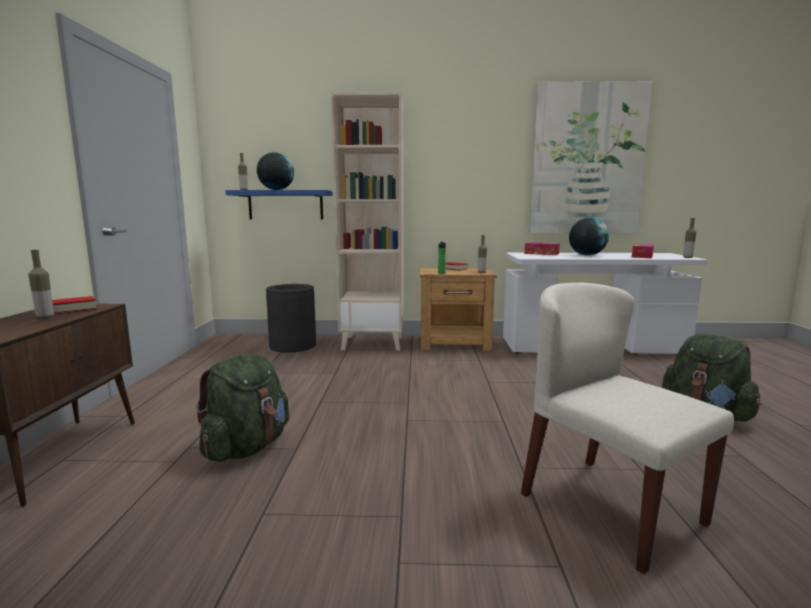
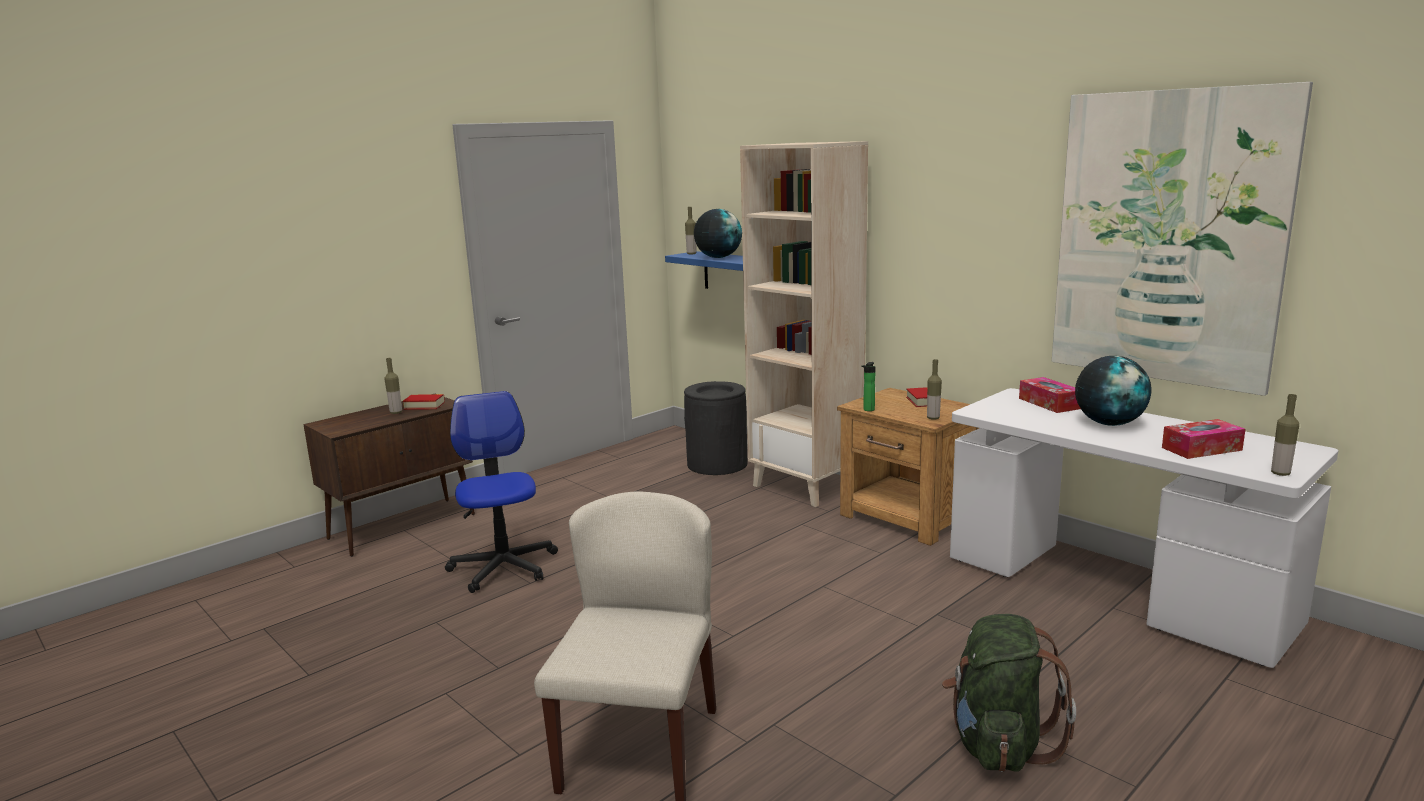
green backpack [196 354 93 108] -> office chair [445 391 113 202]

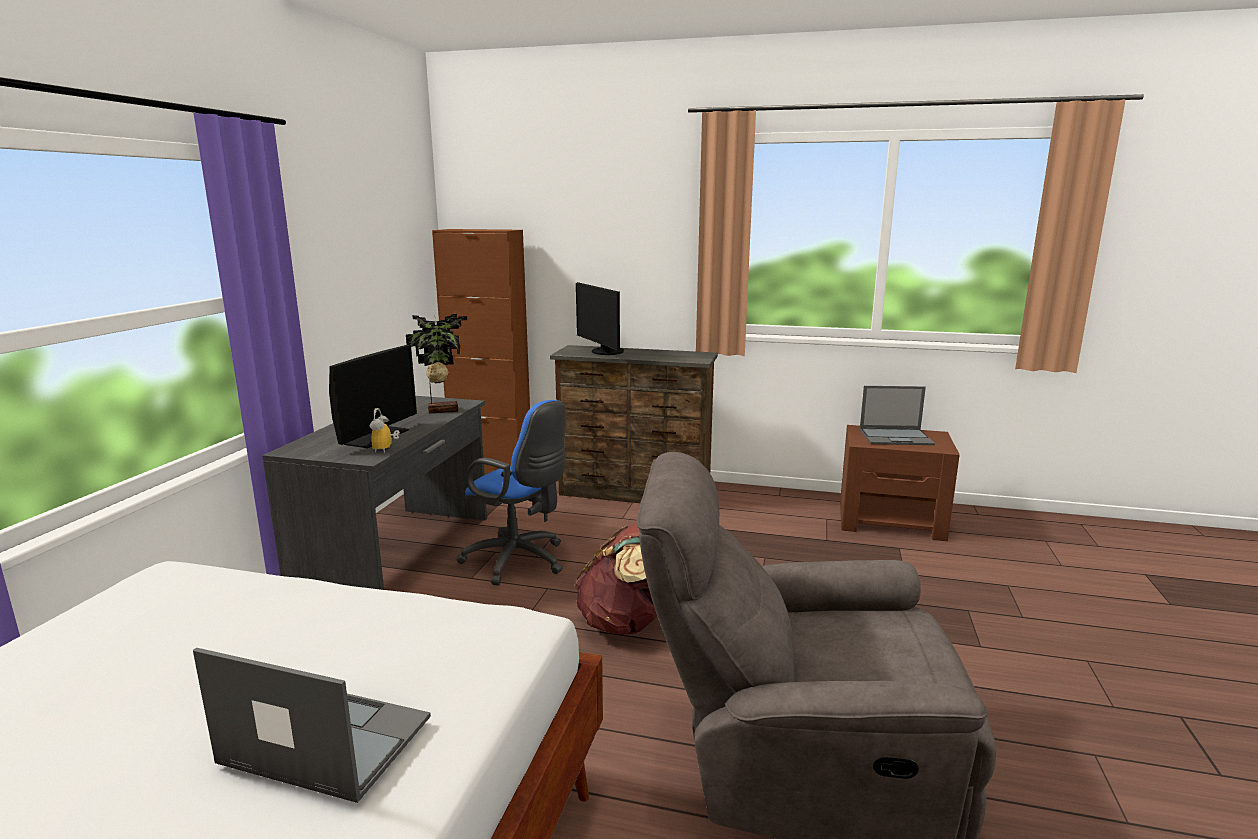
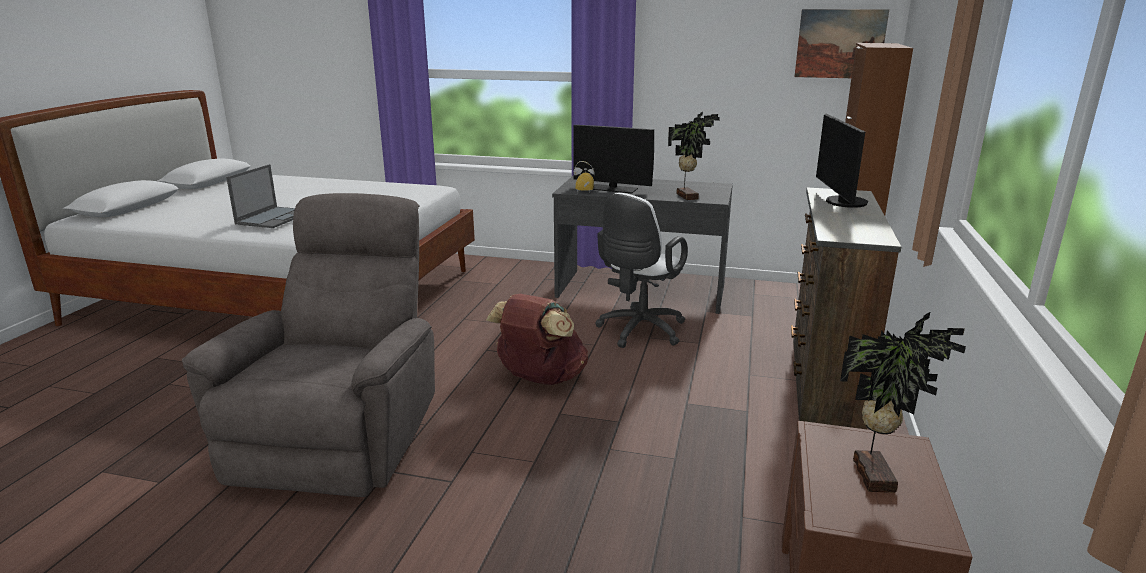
blue office chair [457 400 109 186] -> white office chair [595 193 93 155]
none -> picture [794 9 95 69]
monitor [576 282 48 73] -> monitor [816 114 52 94], 60 degrees counterclockwise
laptop [860 386 75 59] -> potted plant [840 312 126 181]

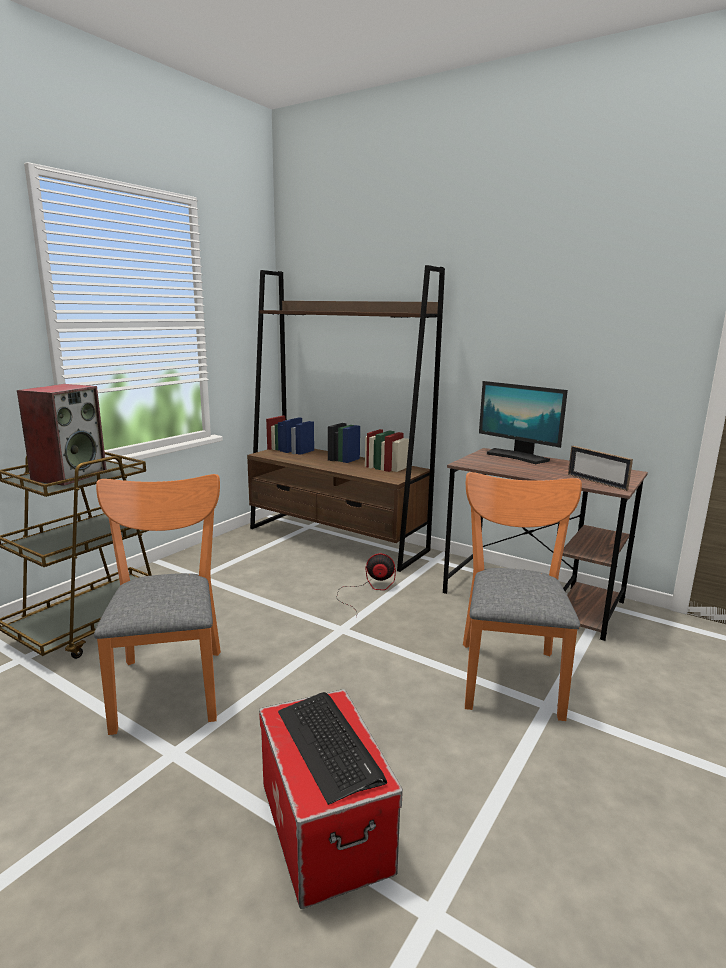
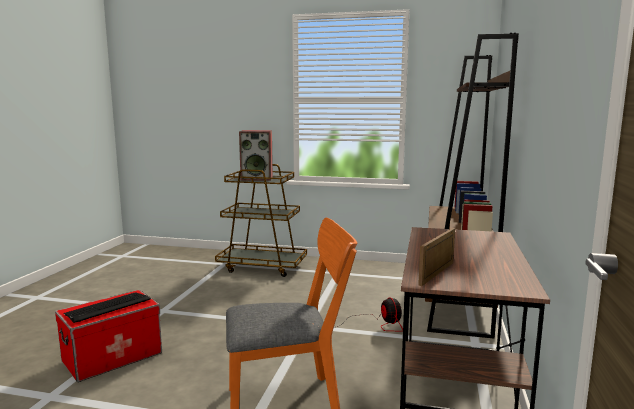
orange chair [94 474 127 261] -> none
monitor [479 381 89 83] -> none

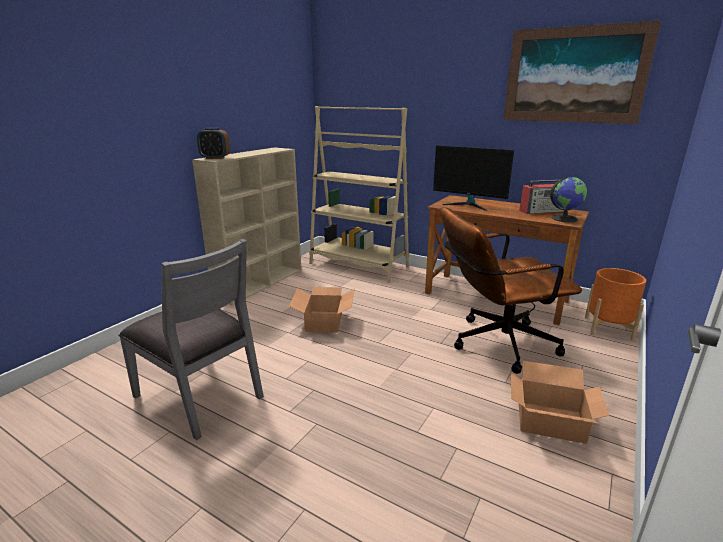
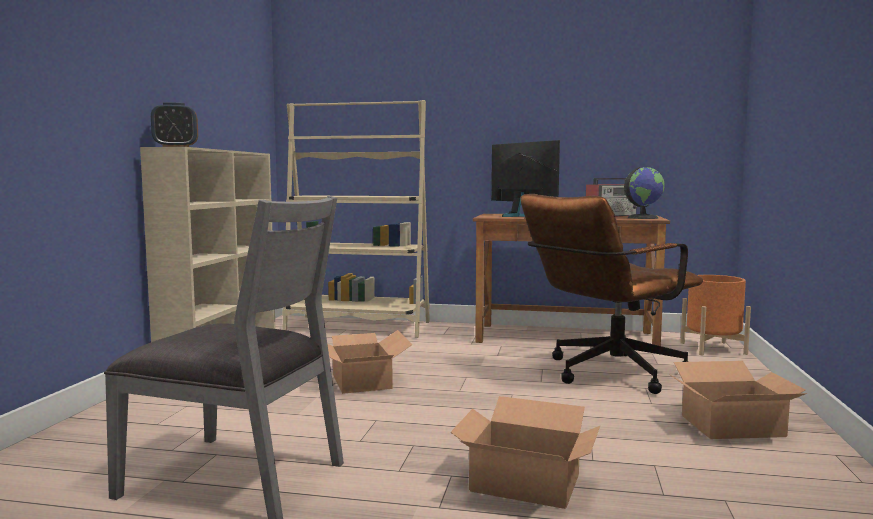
none -> cardboard box [450 396 150 113]
monitor [433 145 81 66] -> monitor [491 140 69 77], 135 degrees counterclockwise
picture [504 20 157 104] -> none

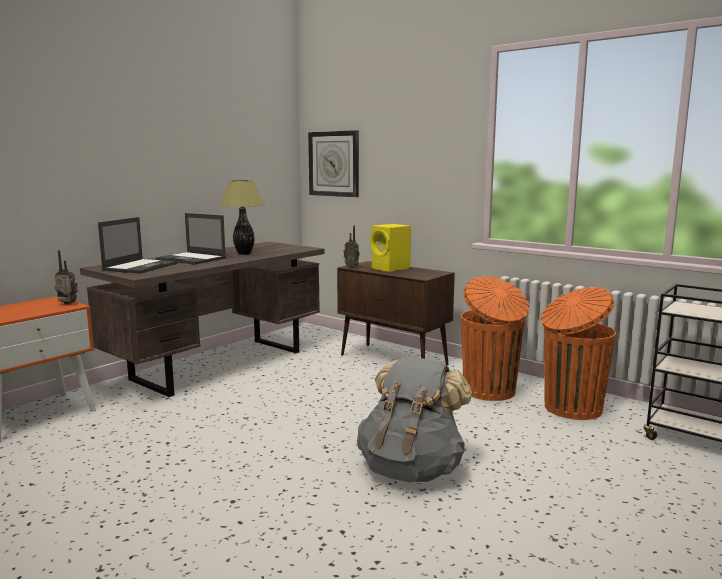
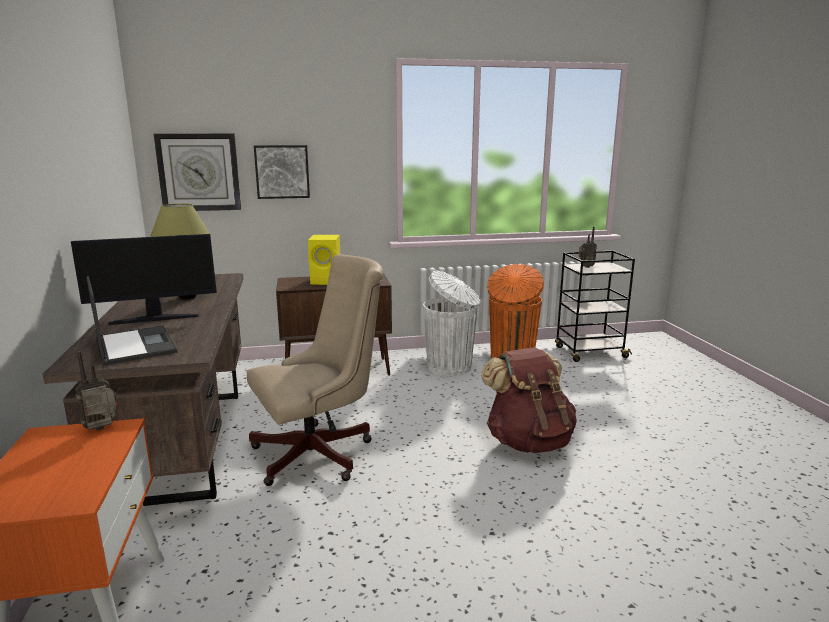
laptop [156 213 70 52] -> monitor [71 234 146 91]
none -> beige office chair [247 254 136 232]
none -> picture [254 145 56 54]
orange trash can [461 276 68 125] -> white trash can [423 271 57 105]
grey backpack [357 356 115 127] -> brown backpack [481 347 96 106]
radio [343 225 17 43] -> radio [579 226 18 42], shifted

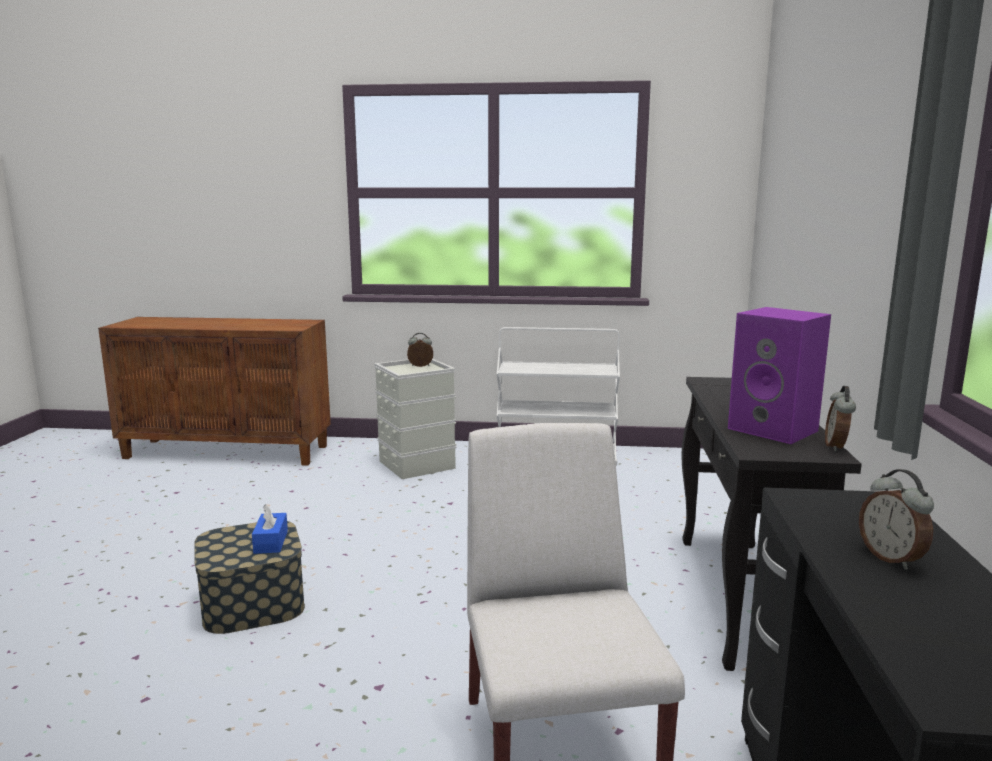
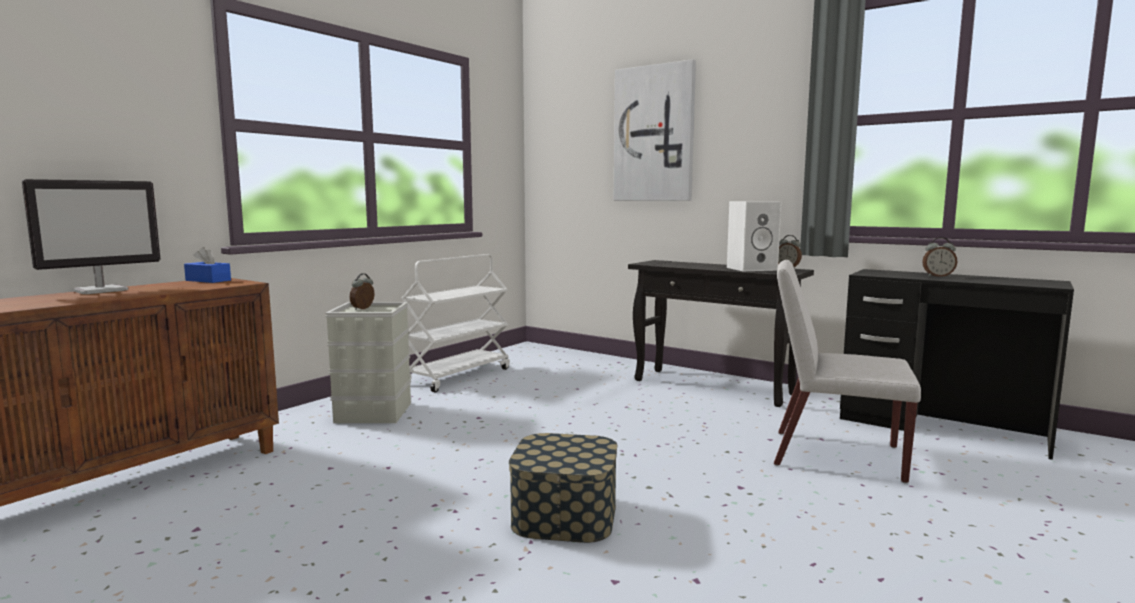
none -> monitor [22 179 139 115]
blue tissue box [252 504 36 50] -> blue tissue box [184 247 47 36], shifted
none -> picture [614 59 82 142]
purple speaker [728 307 103 137] -> white speaker [727 201 55 70]

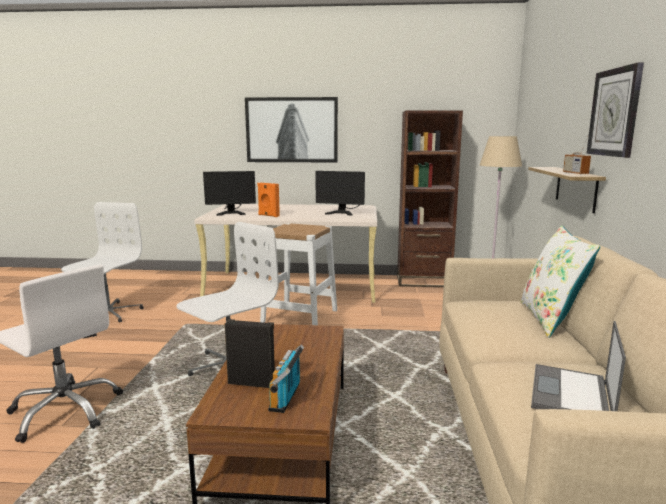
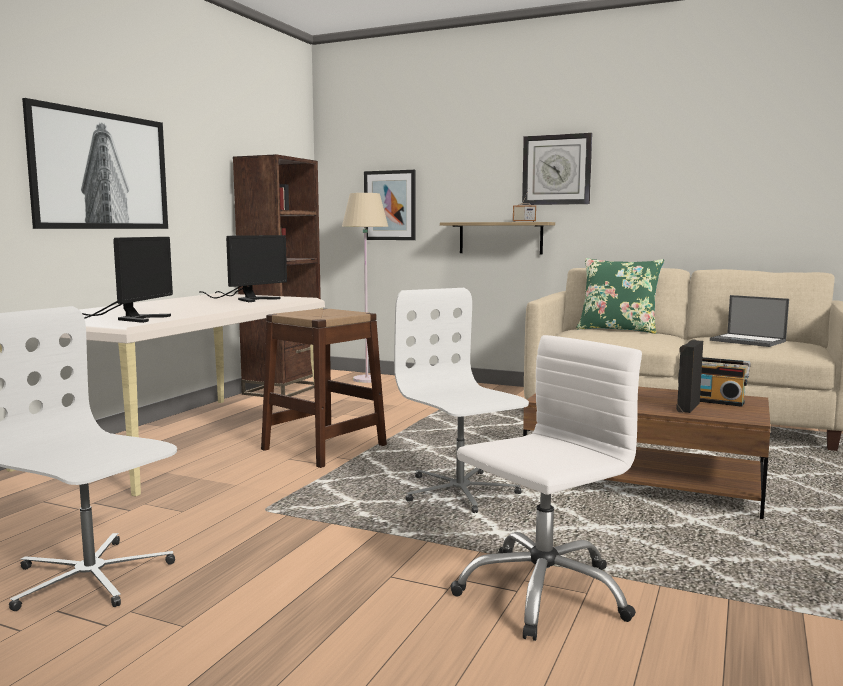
white stool [260 223 77 102] -> brown stool [261 308 126 160]
none -> picture [364 170 52 70]
white pillow [521 225 79 113] -> green pillow [576 258 88 76]
orange speaker [257 183 23 34] -> none

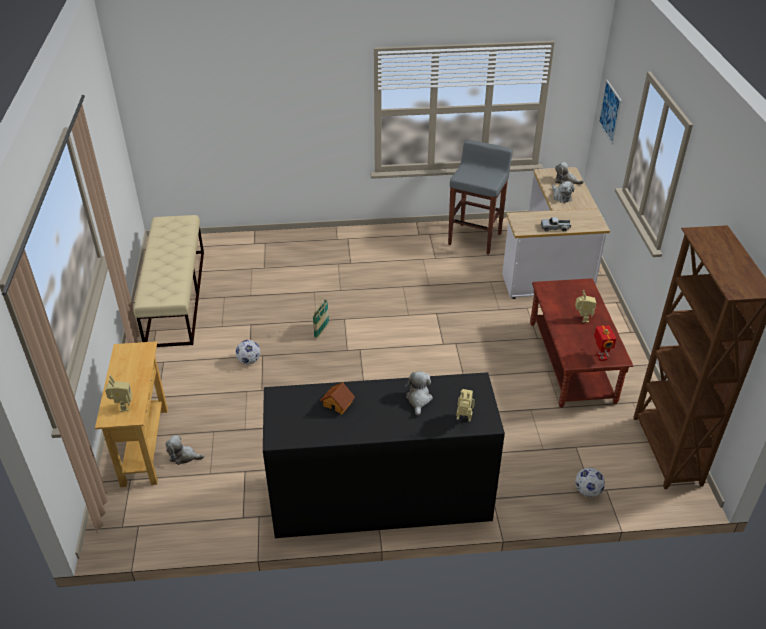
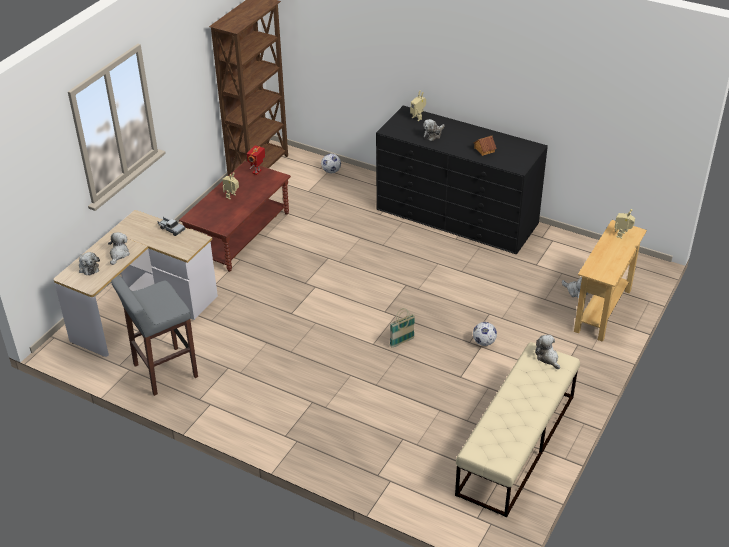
none -> plush toy [535 335 25 34]
picture [598 80 24 65] -> none

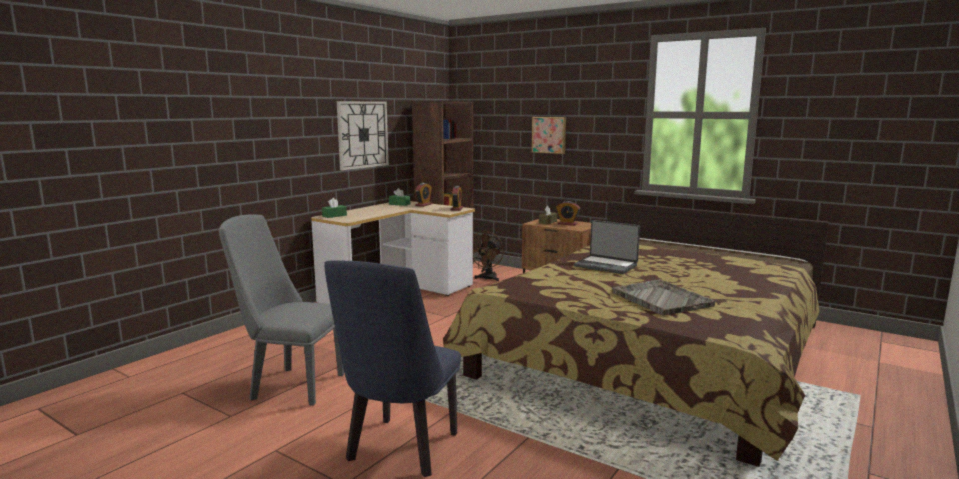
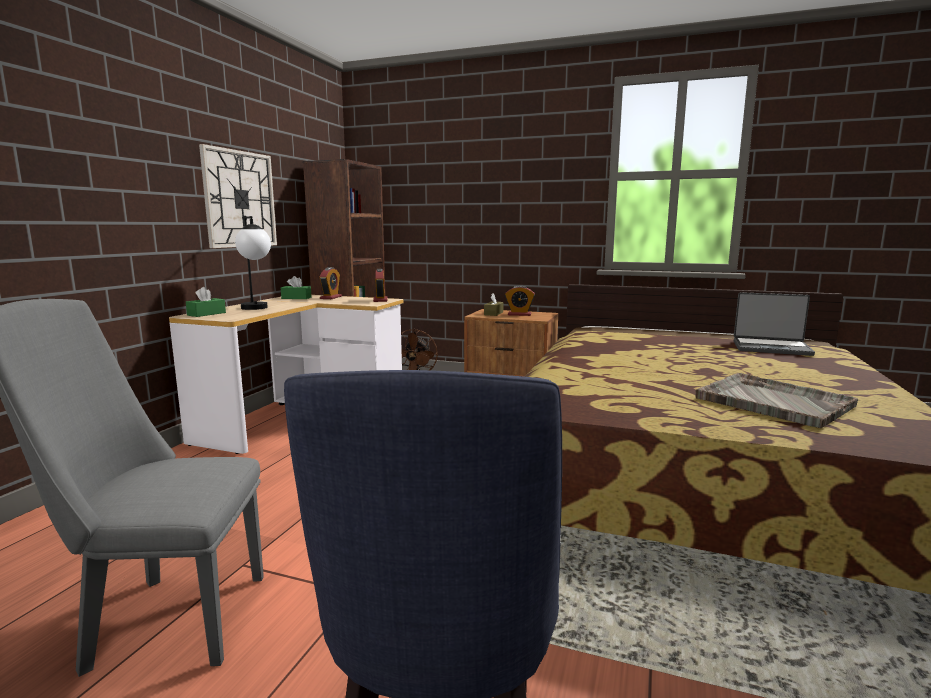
none -> table lamp [235 216 36 94]
laptop [574 220 66 54] -> laptop [734 292 81 64], shifted
picture [532 117 34 37] -> none

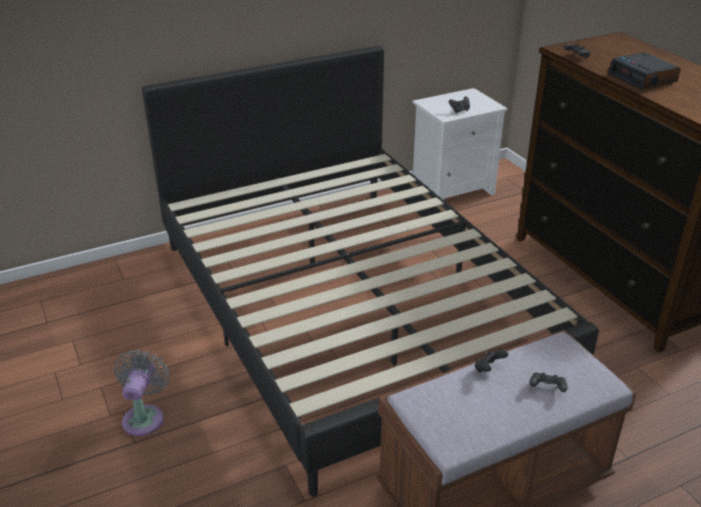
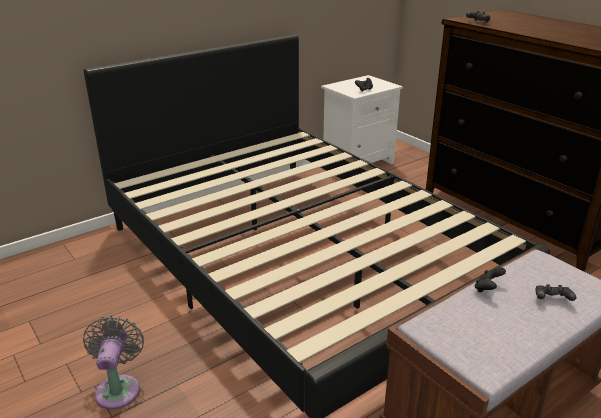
alarm clock [608 52 73 38] -> none

